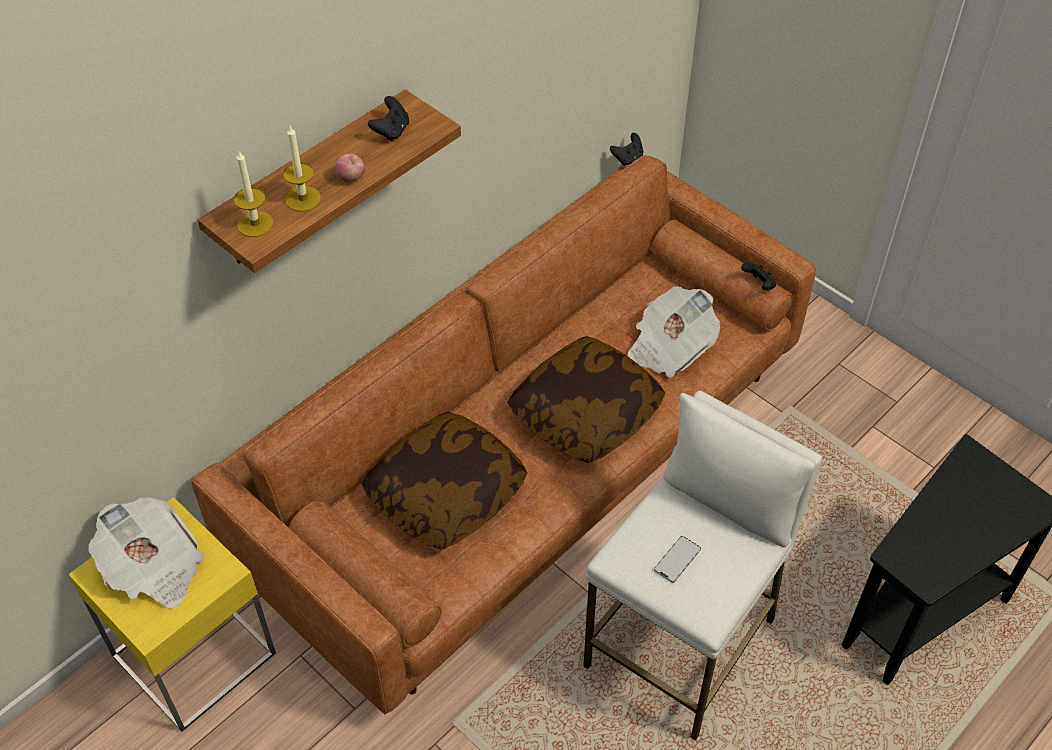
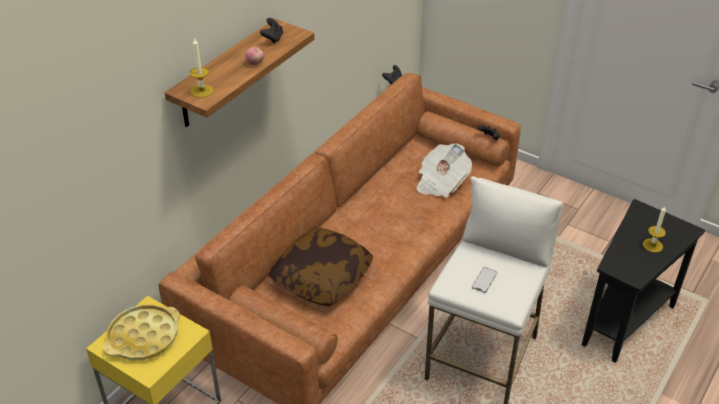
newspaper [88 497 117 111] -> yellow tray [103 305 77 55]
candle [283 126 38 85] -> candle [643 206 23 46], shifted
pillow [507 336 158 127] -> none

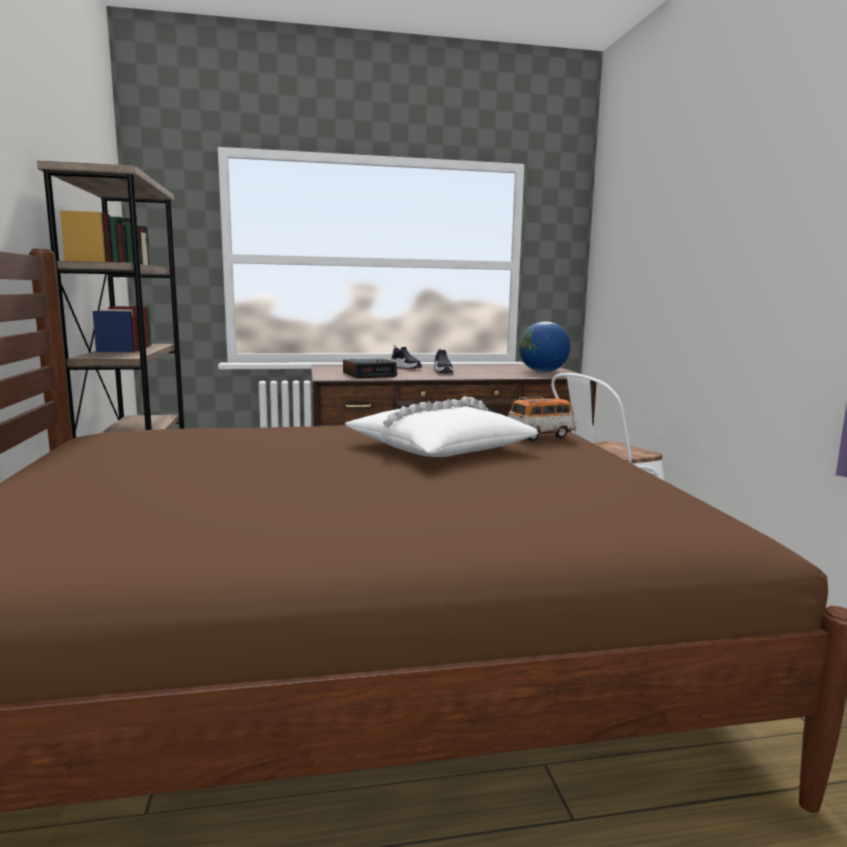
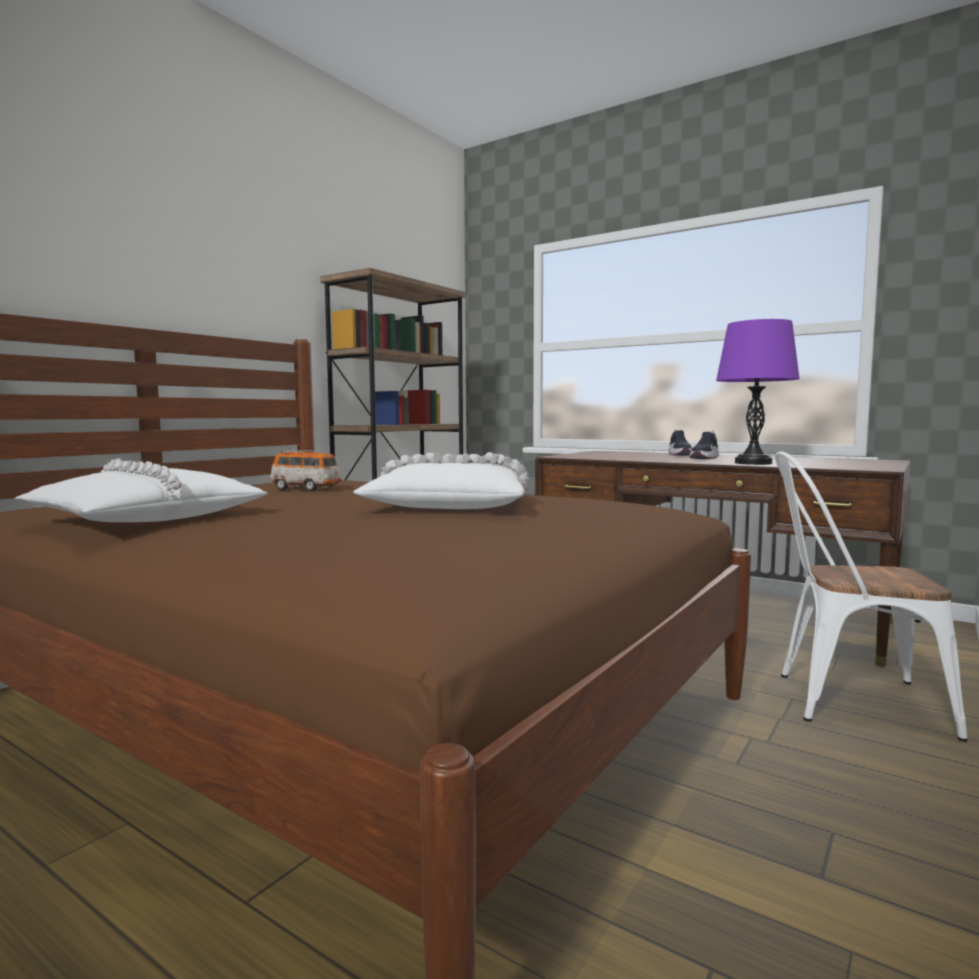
none -> white pillow [14 458 254 64]
toy car [508 397 69 44] -> toy car [270 450 72 41], shifted
none -> purple table lamp [716 319 84 146]
alarm clock [343 358 54 20] -> none
globe [519 322 51 50] -> none

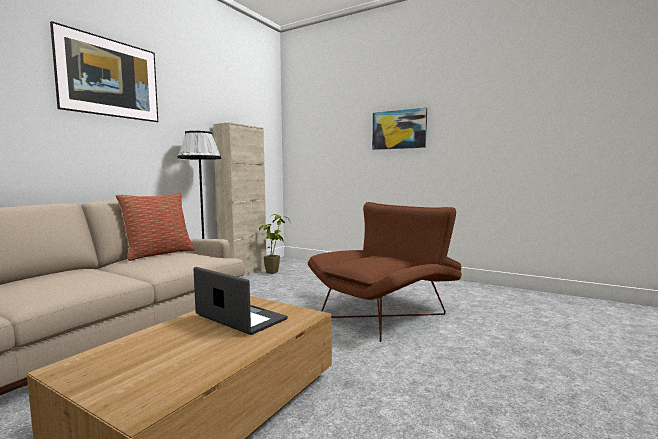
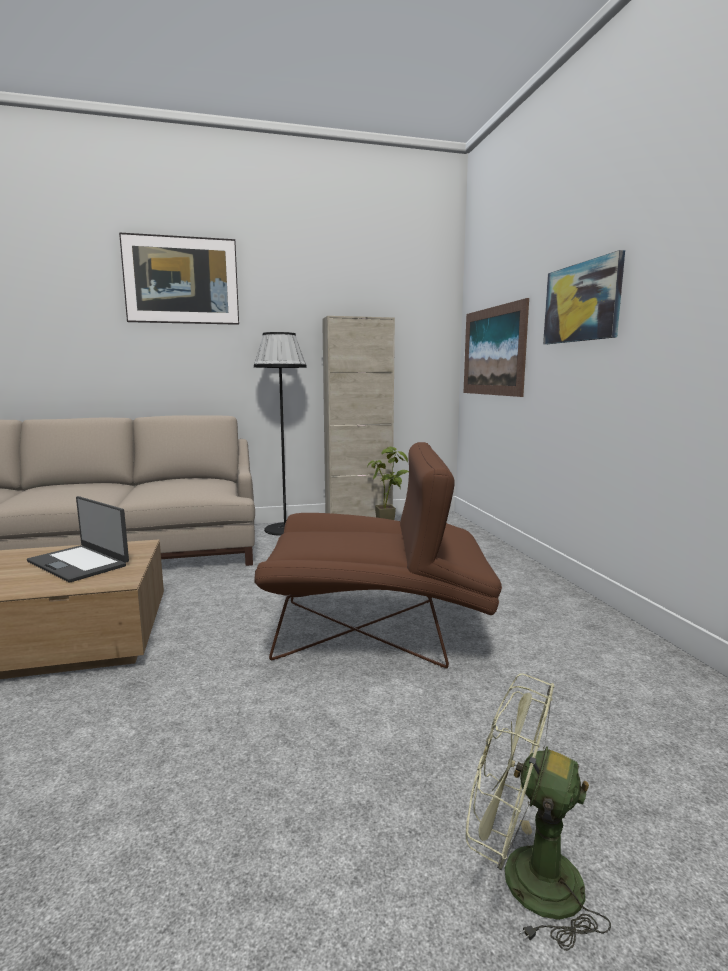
laptop [194 267 94 68] -> laptop [27 496 102 86], 135 degrees clockwise
none -> picture [463 298 66 99]
none -> green fan [466 673 145 278]
pillow [116 193 79 68] -> none

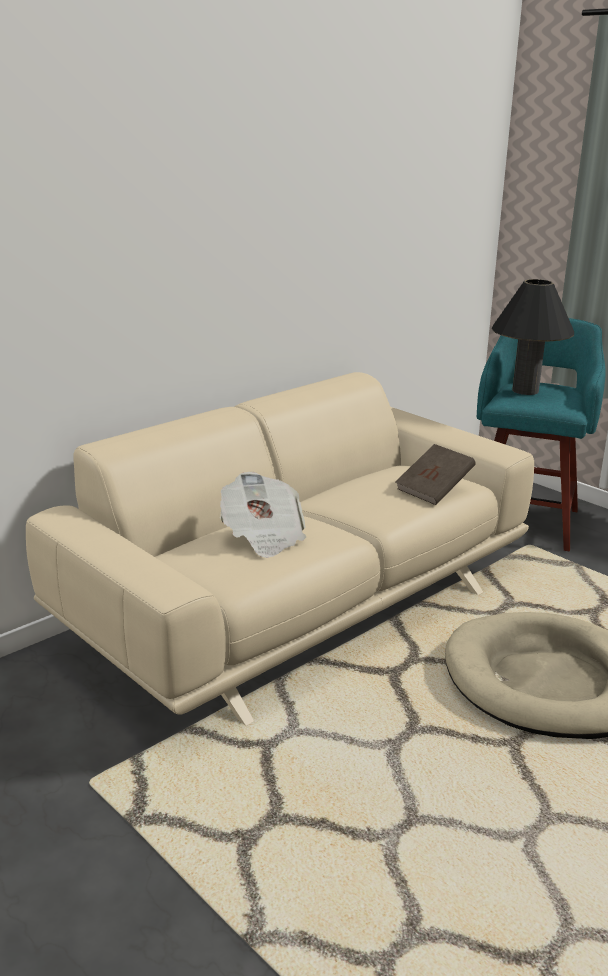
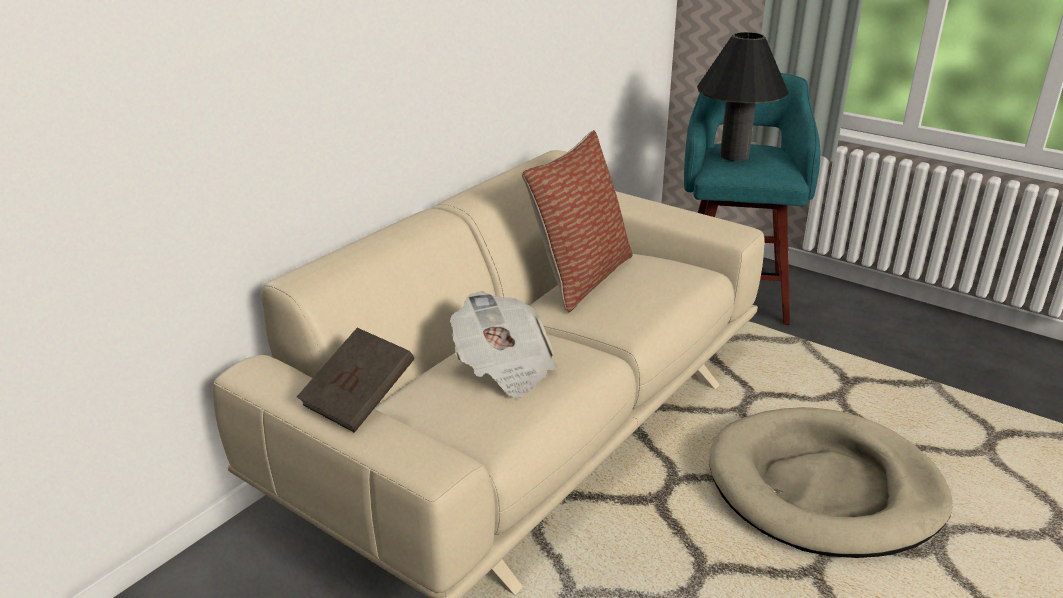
brown book [395 444 81 61] -> brown book [297 328 117 105], shifted
none -> pillow [522 130 111 183]

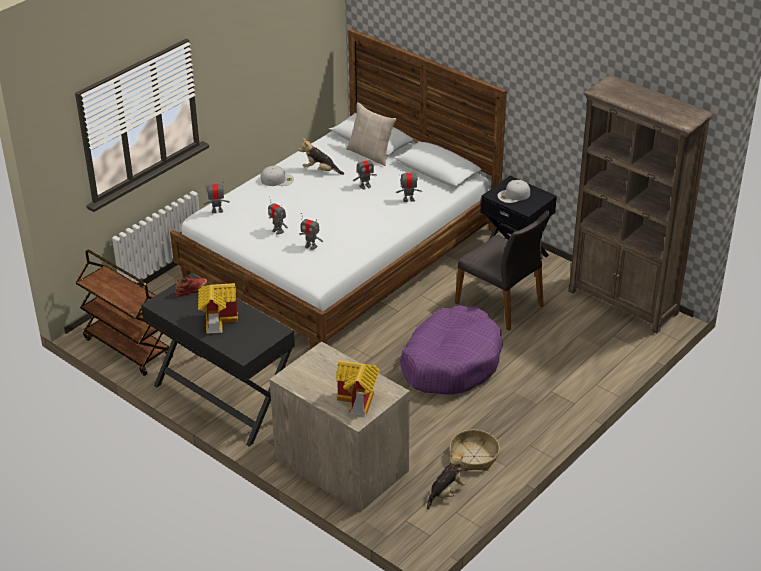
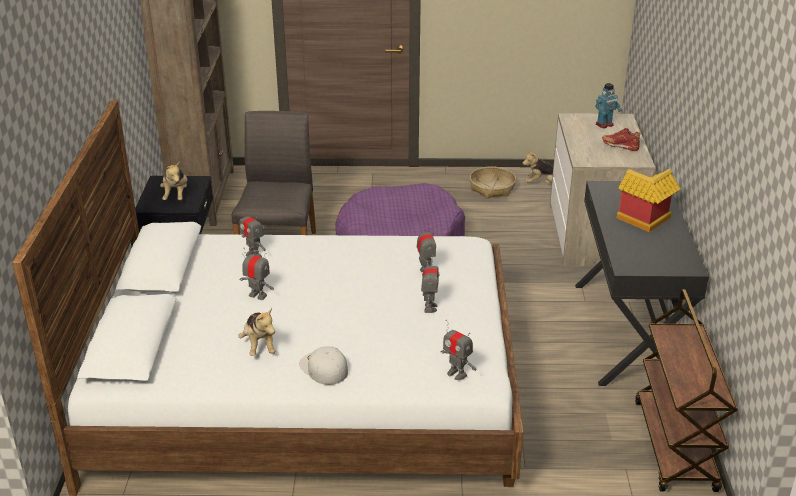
white cap [497 180 33 23] -> plush toy [160 162 27 39]
toy house [336 361 44 55] -> toy robot [596 83 26 45]
red shoe [175 276 32 21] -> red shoe [602 128 38 23], shifted
beige pillow [347 102 50 64] -> none

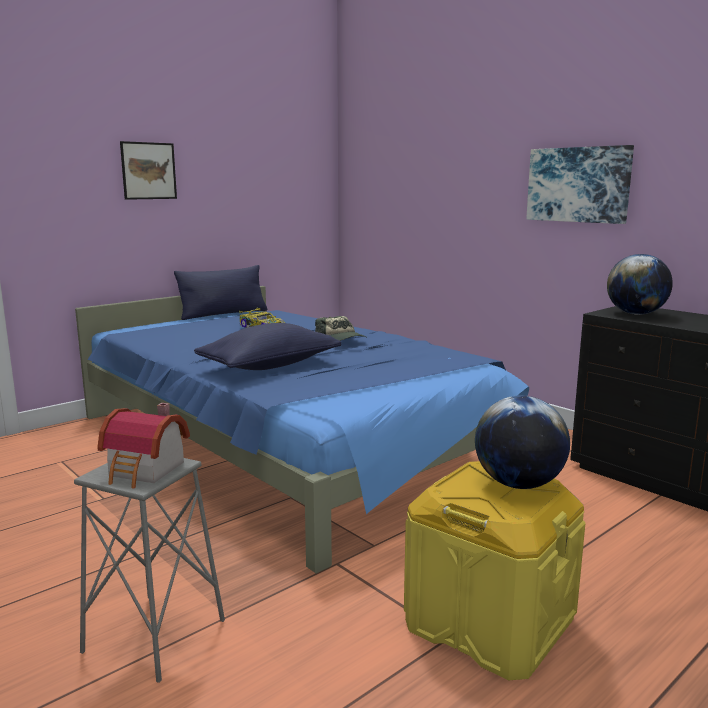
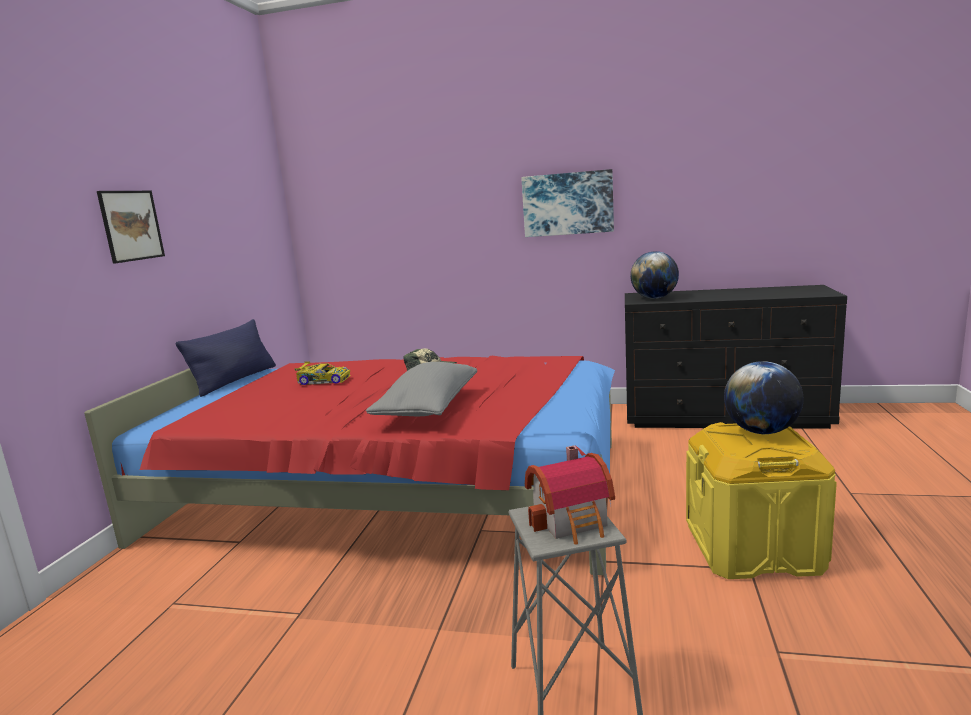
blue bed [75 286 454 287] -> red bed [84 355 531 220]
blue pillow [194 323 147 47] -> grey pillow [366 362 111 54]

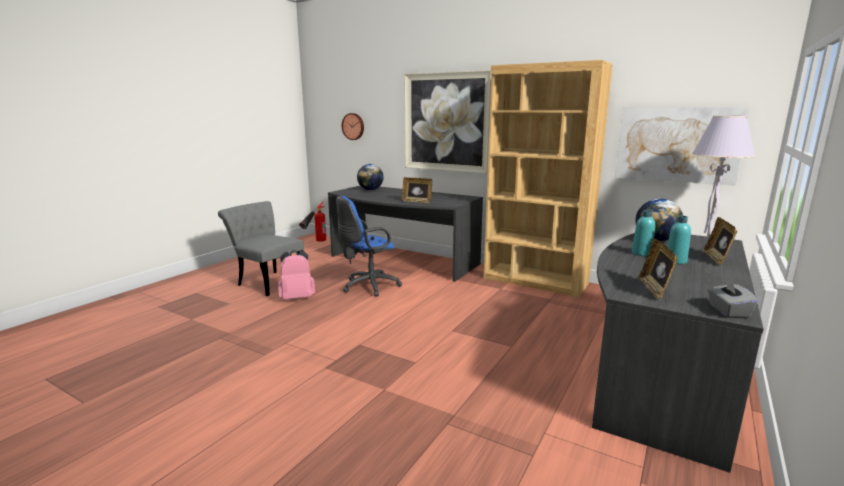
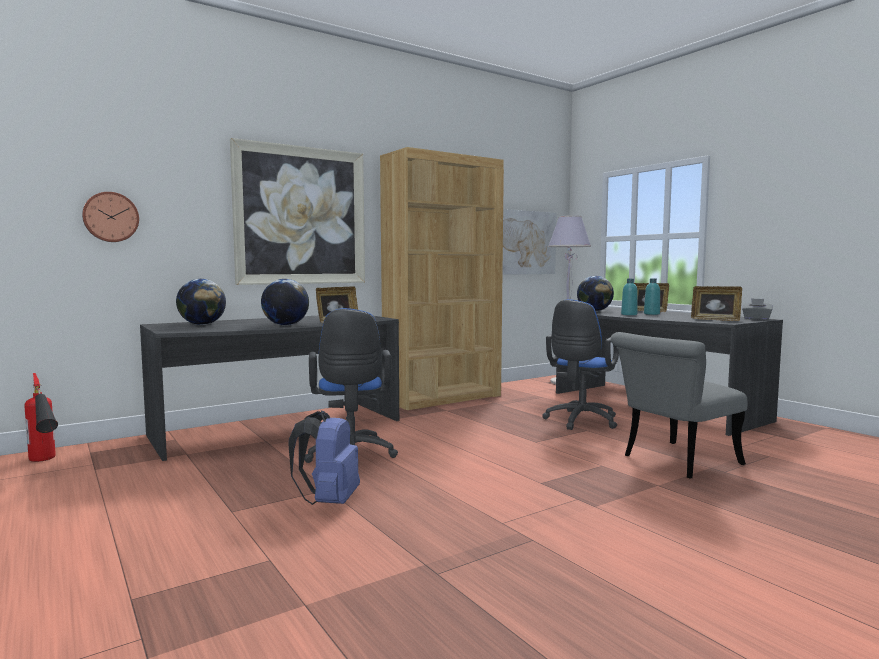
none -> globe [261 279 48 46]
pink backpack [278 250 37 50] -> blue backpack [288 410 72 95]
none -> blue office chair [542 299 77 131]
grey chair [218 201 86 95] -> grey chair [611 332 136 146], shifted

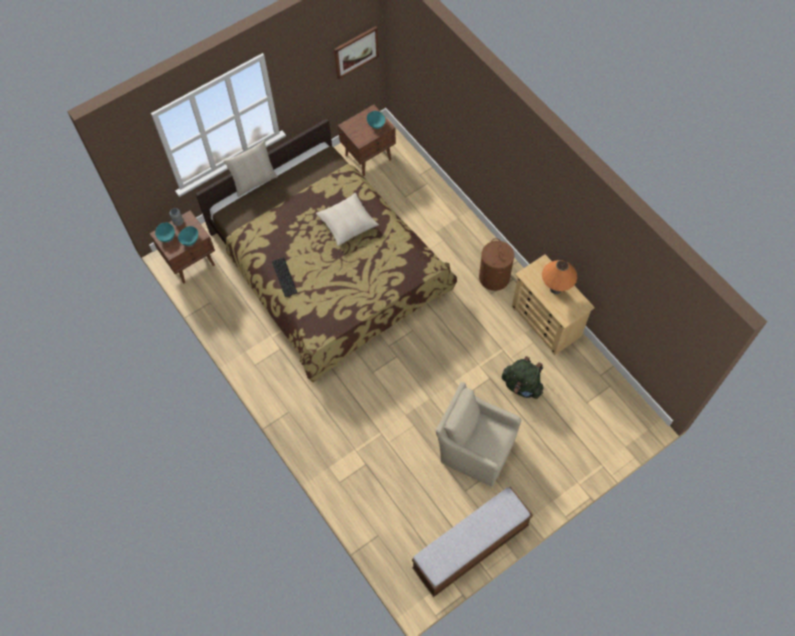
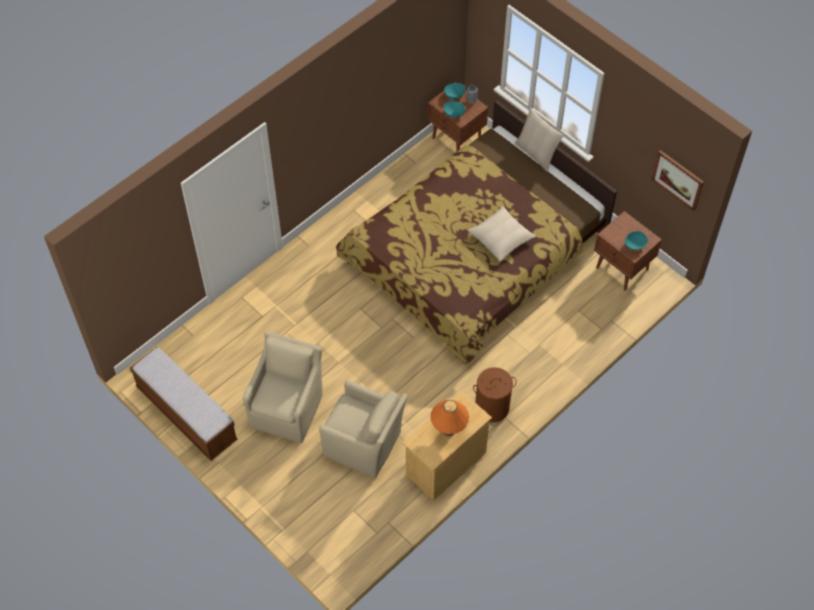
green backpack [502 356 41 43] -> beige armchair [319 380 89 98]
keyboard [272 258 25 39] -> none

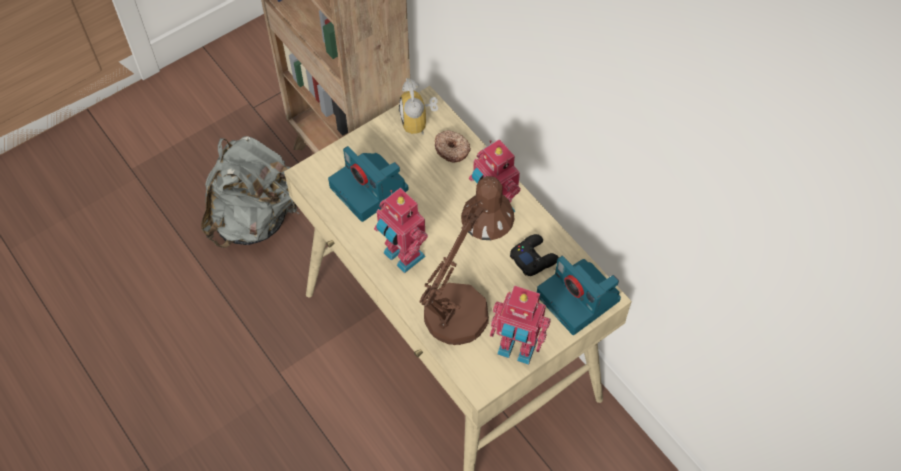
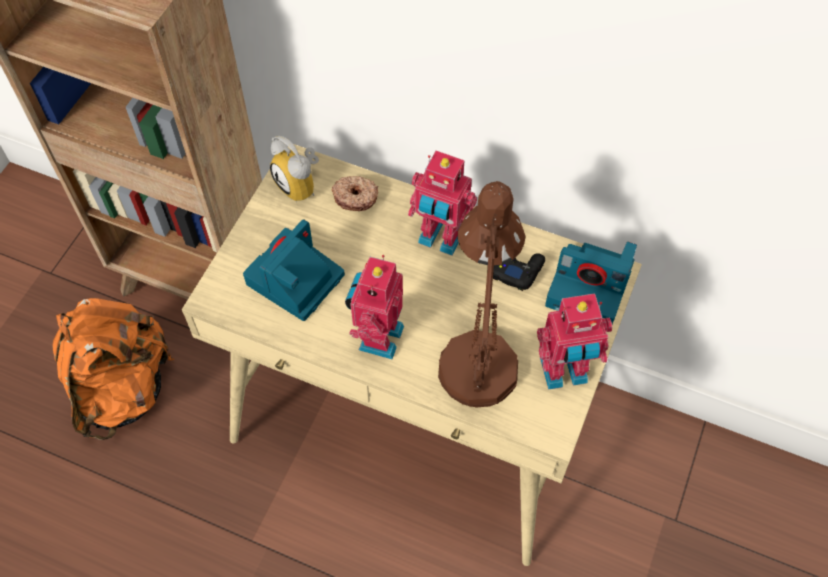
grey backpack [201 136 98 112] -> orange backpack [52 298 122 142]
photo camera [328 146 80 76] -> photo camera [243 219 102 102], 105 degrees clockwise
toy robot [374 188 54 85] -> toy robot [345 255 59 104], 90 degrees clockwise

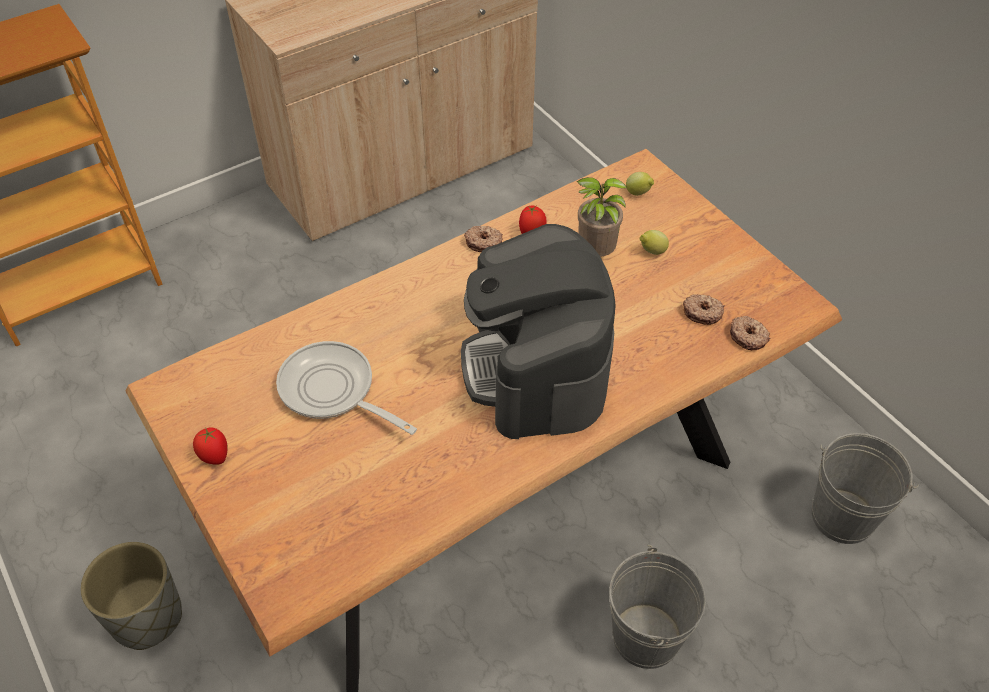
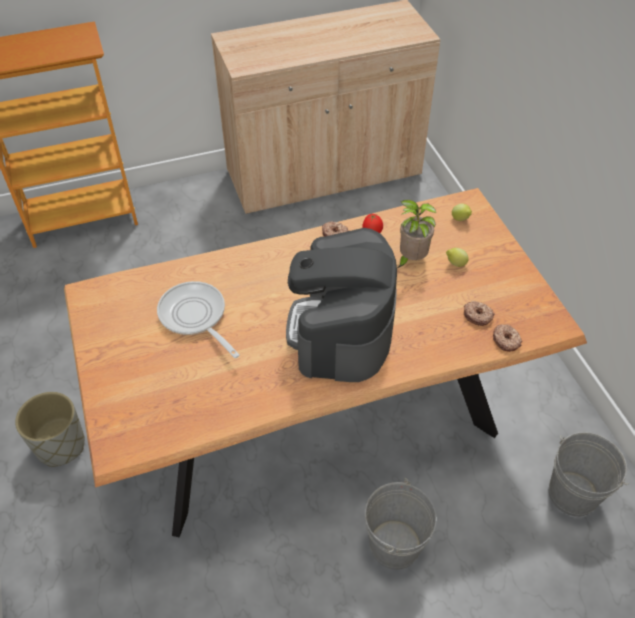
tomato [193 427 34 38] -> none

